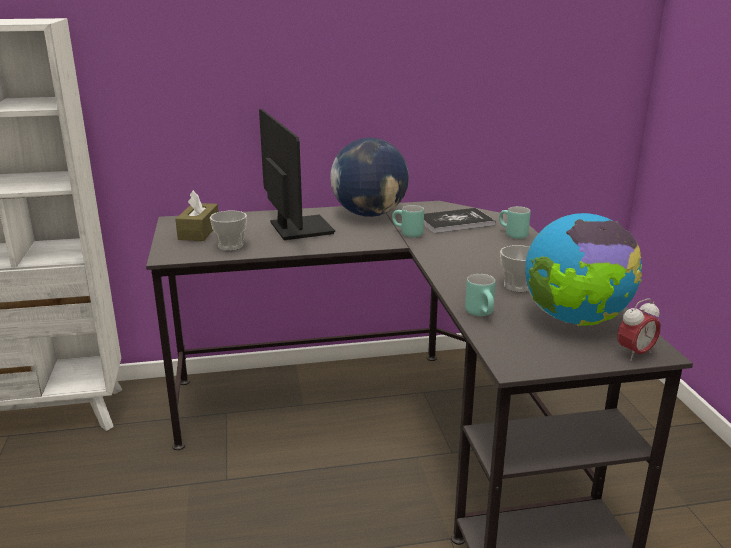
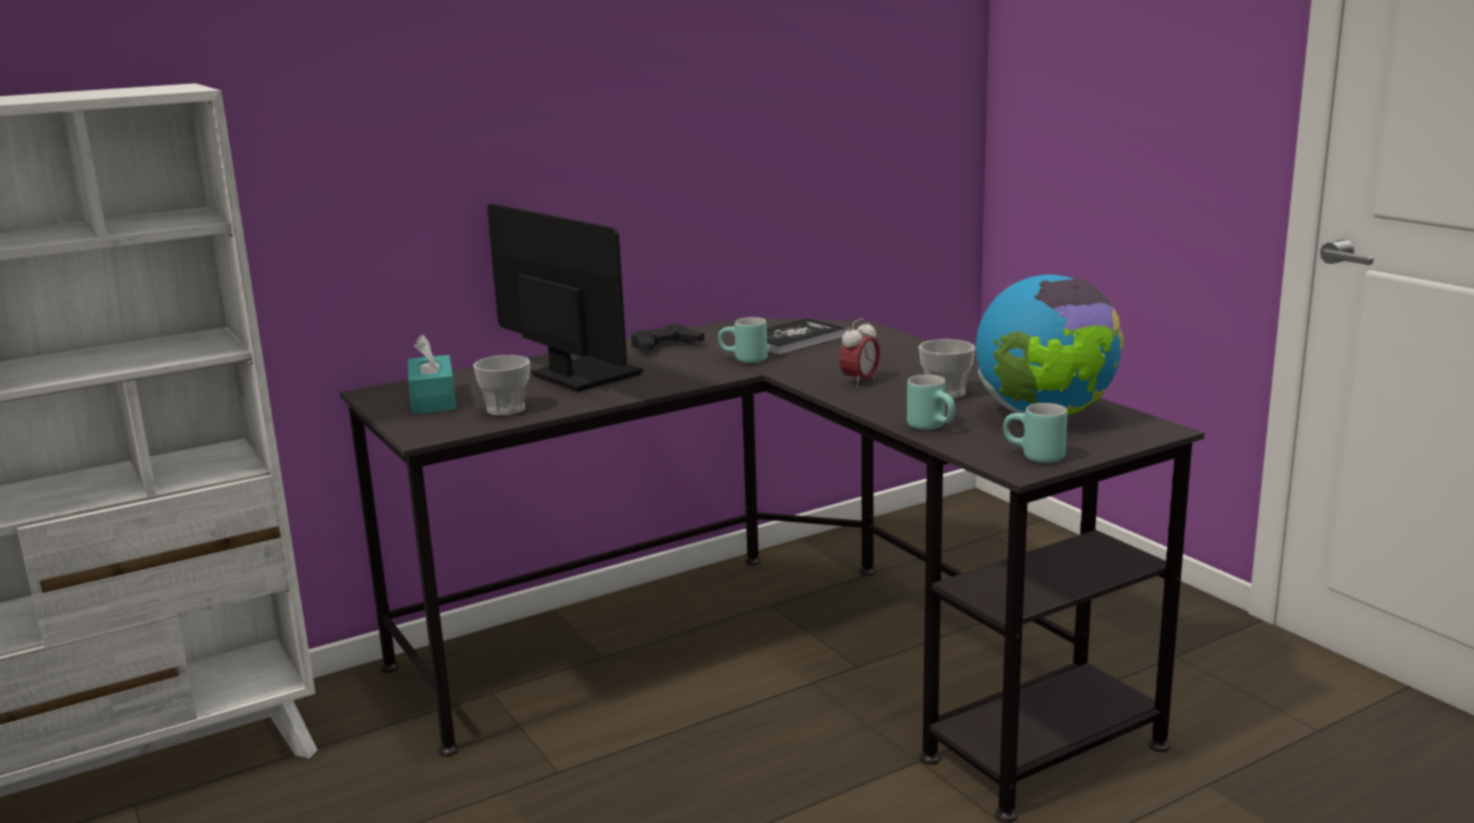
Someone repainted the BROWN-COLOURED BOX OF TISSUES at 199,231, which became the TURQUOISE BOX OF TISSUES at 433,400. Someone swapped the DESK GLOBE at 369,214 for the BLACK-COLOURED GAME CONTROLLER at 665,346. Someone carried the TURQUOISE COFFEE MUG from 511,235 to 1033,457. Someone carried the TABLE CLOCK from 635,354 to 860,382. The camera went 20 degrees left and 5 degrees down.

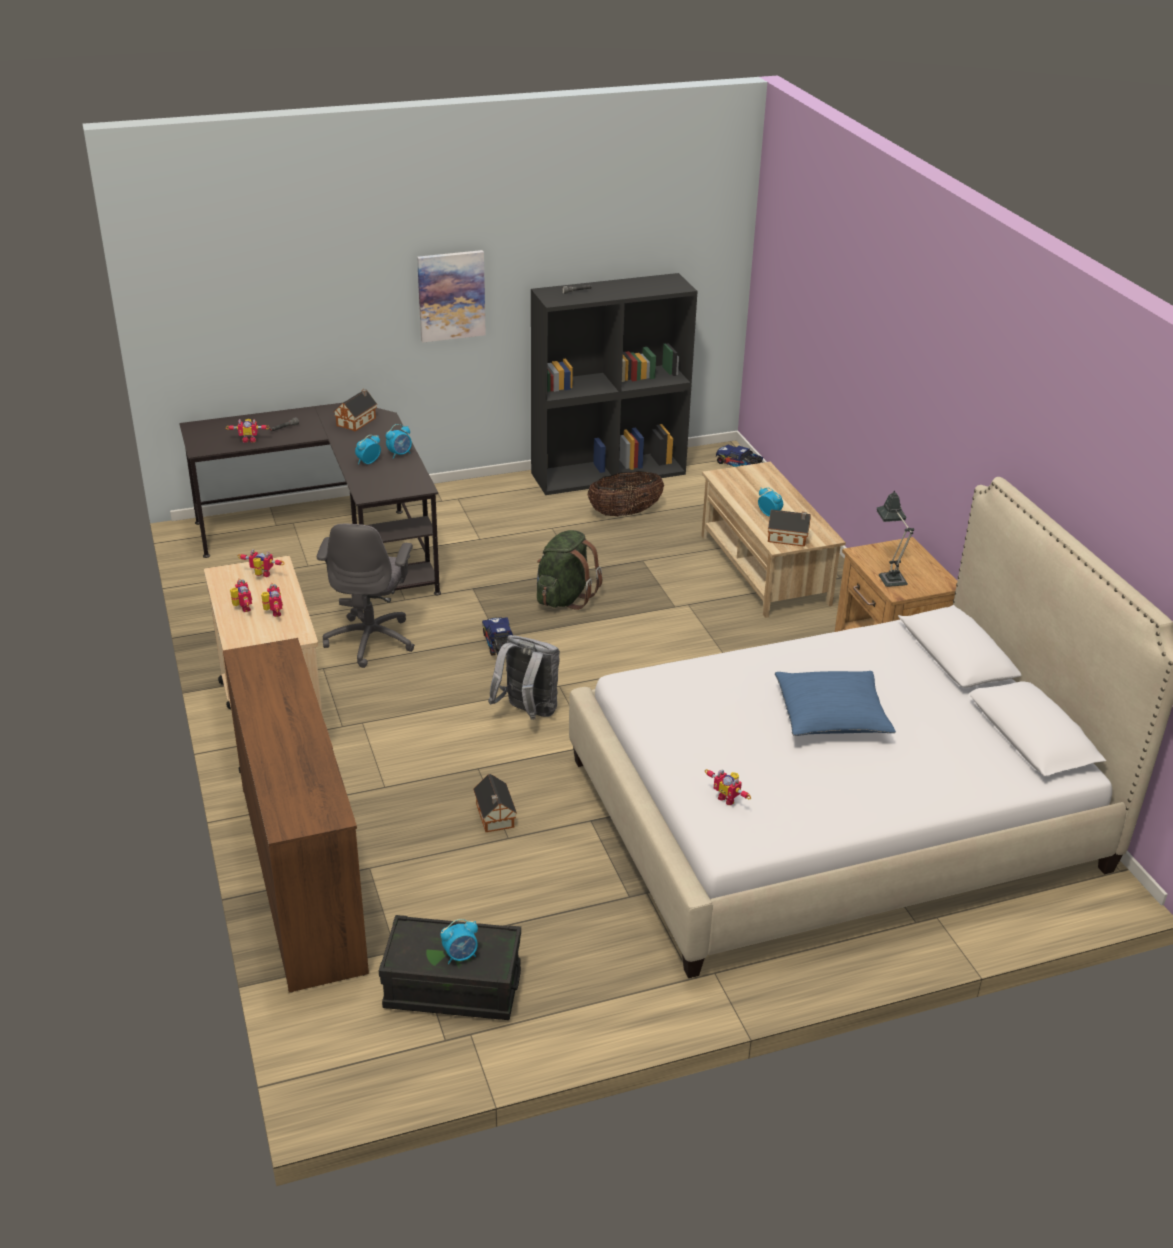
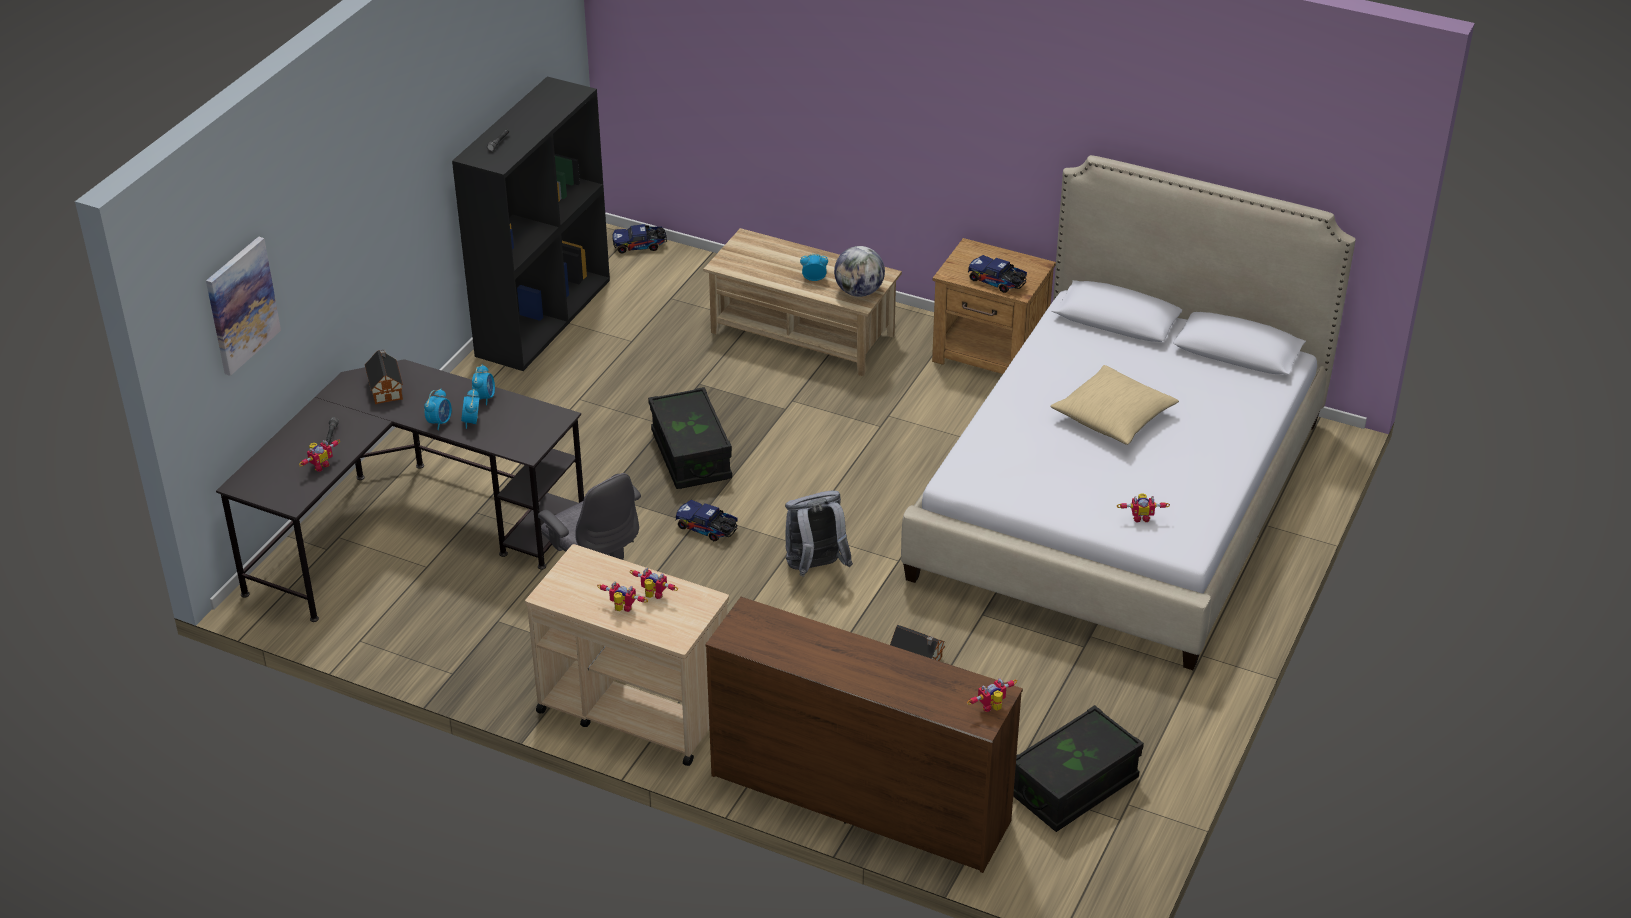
Someone carried the ROBOT FIGURE from 261,576 to 993,709. Someone carried the WALL PICTURE from 451,295 to 241,305. Someone carried the TABLE CLOCK from 461,956 to 440,422. Someone swapped the GREEN-COLOURED KNAPSACK at 564,598 for the BLACK-COLOURED STORAGE BIN at 691,455. Someone took away the HOUSEHOLD BASKET at 625,513. Someone swapped the TOY HOUSE at 789,538 for the DESK GLOBE at 859,292. Someone repainted the BLUE CUSHION at 831,716, which became the SAND-COLOURED CUSHION at 1113,416. Someone swapped the TABLE LAMP at 890,577 for the TOY TRUCK at 997,282. The camera went 45 degrees left and 5 degrees up.

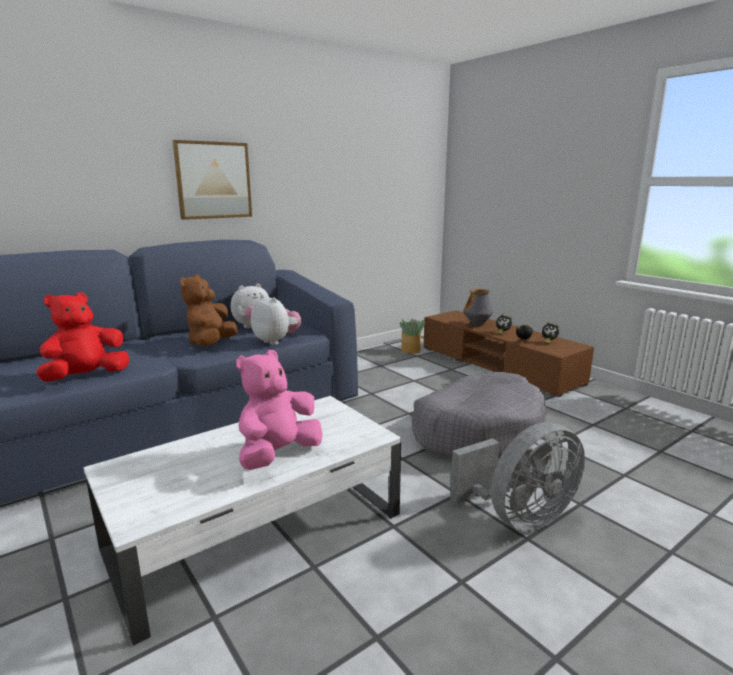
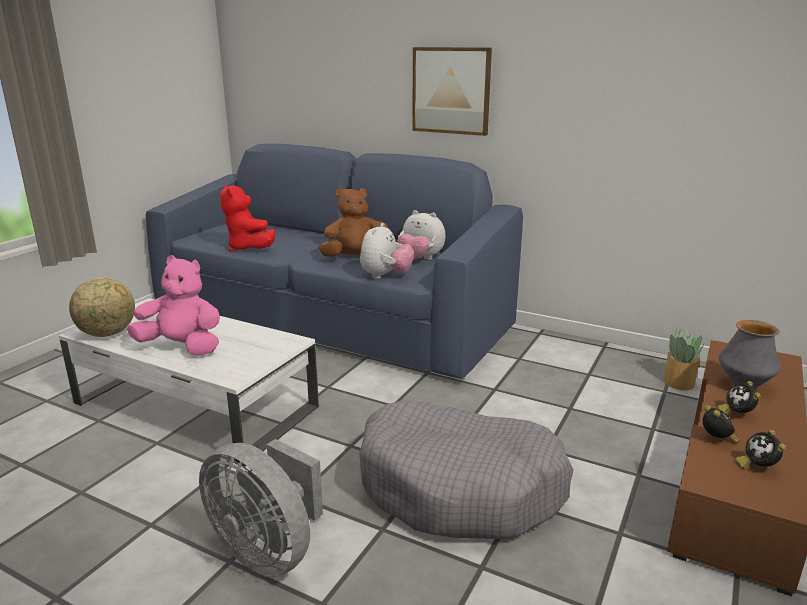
Someone rotated the RED PLUSH TOY at 86,377 by 135 degrees counterclockwise. Someone put down the DESK GLOBE at 108,334. The camera went 65 degrees right and 5 degrees up.

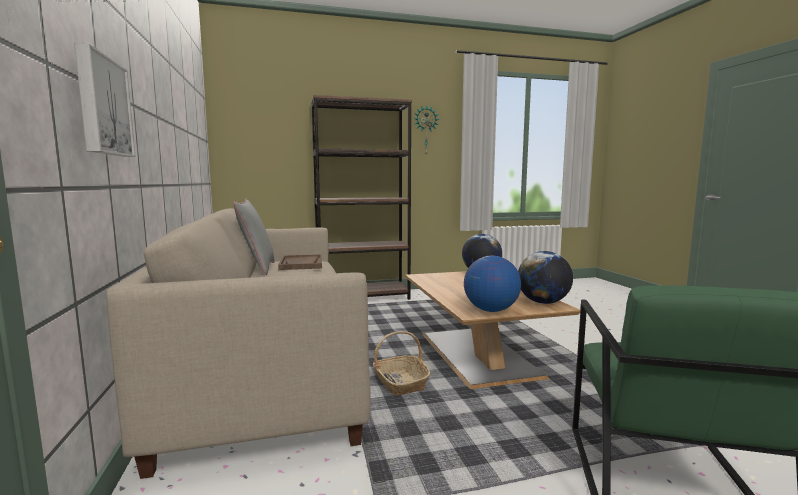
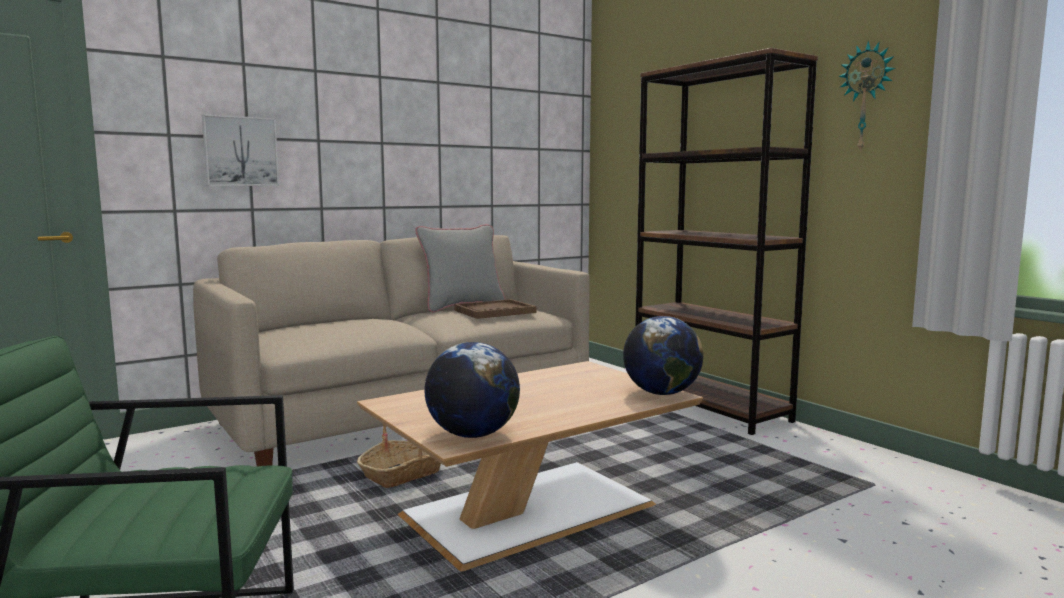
Someone took away the DESK GLOBE at 490,310. The camera went 70 degrees right and 0 degrees up.

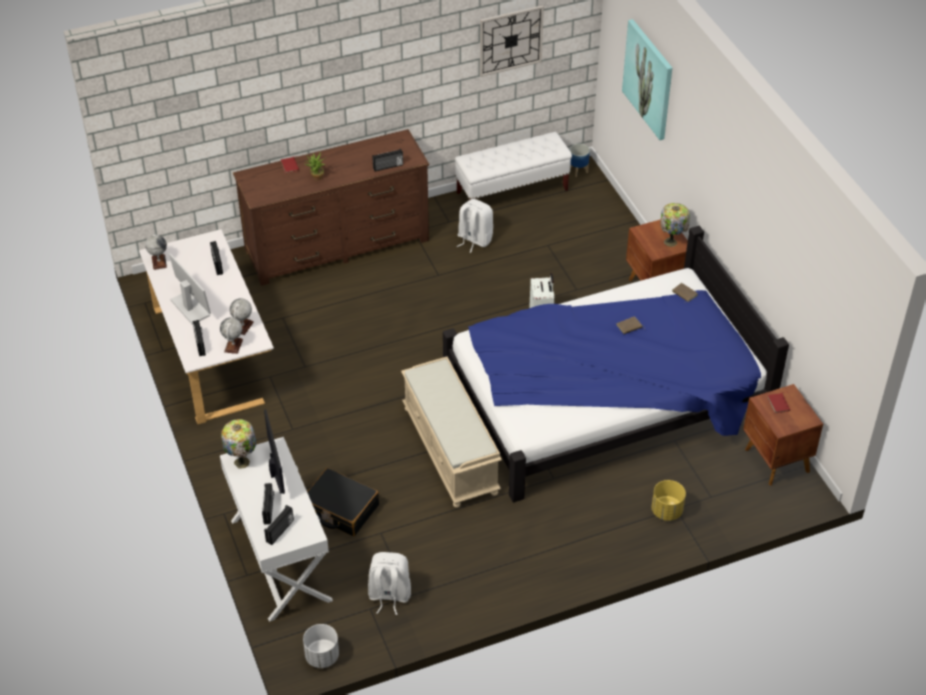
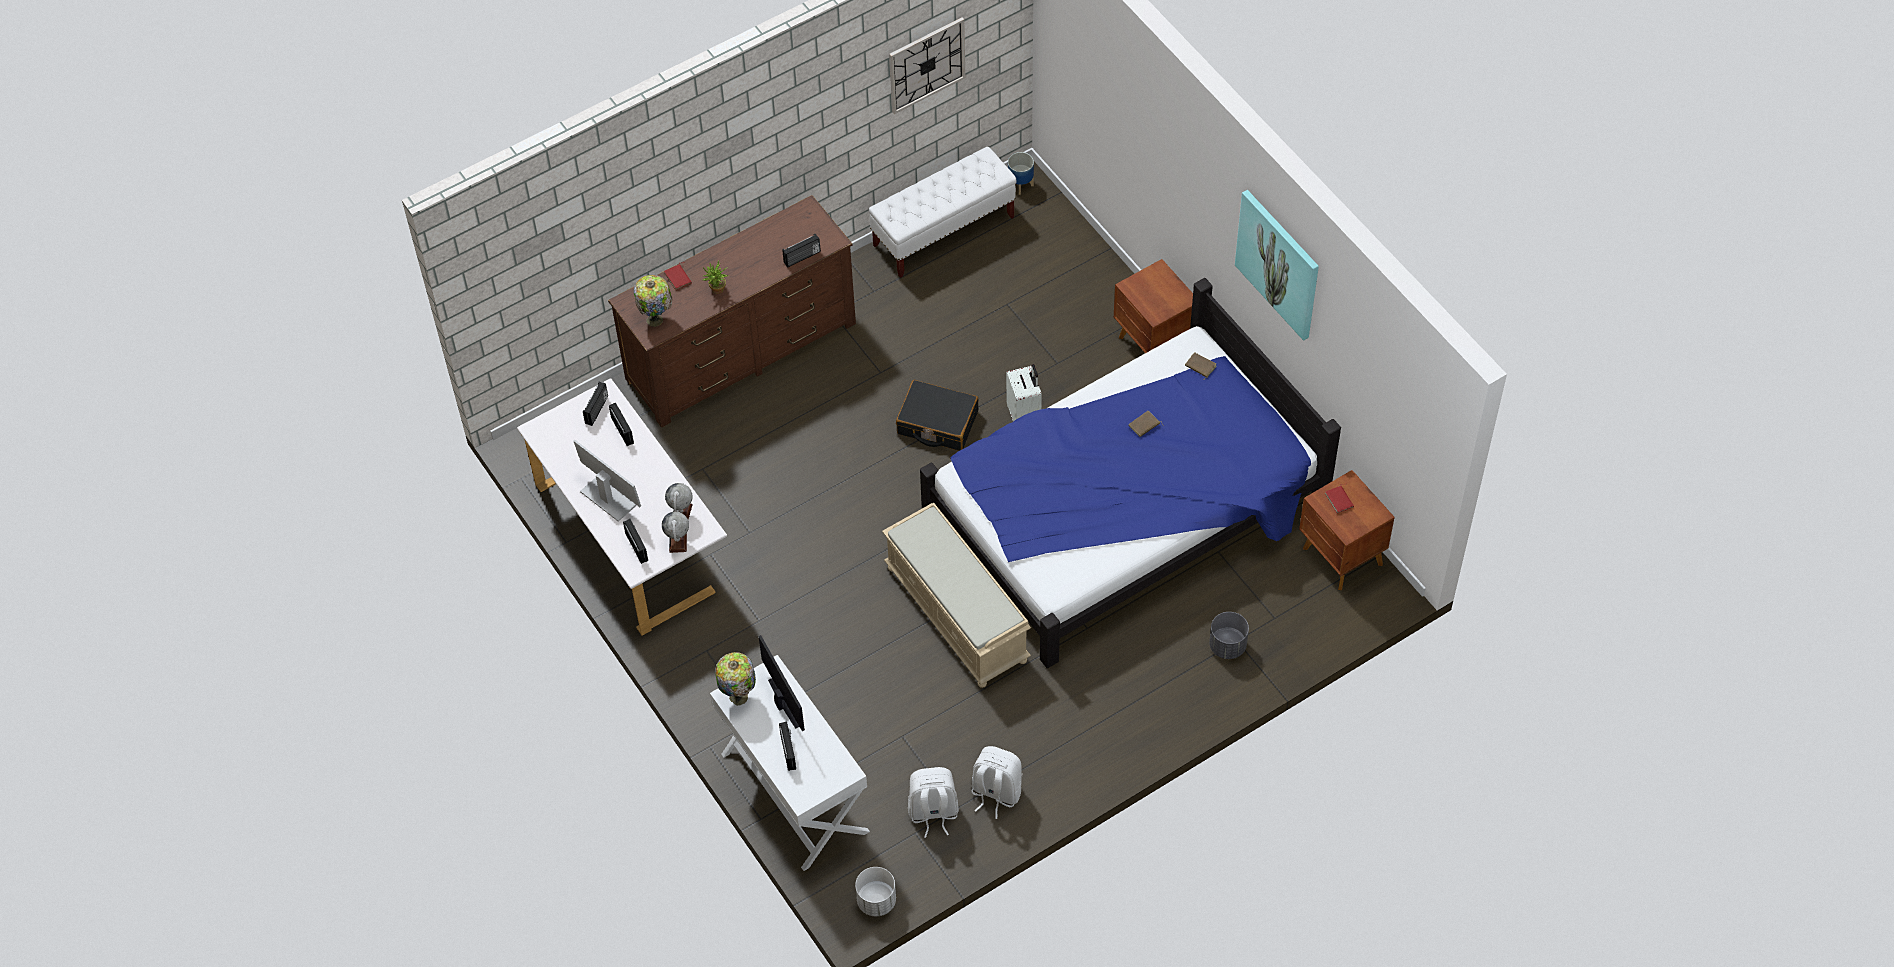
Someone took away the DESK GLOBE at 159,262. Someone carried the RADIO SET from 280,531 to 597,410. Someone carried the BLACK-COLOURED TRAVEL CASE from 340,509 to 937,423. Someone carried the WHITISH KNAPSACK from 474,240 to 995,793. Someone carried the WALL PICTURE from 649,79 to 1279,263. Someone repainted the YELLOWISH FLOWER POT at 666,511, which became the GRAY FLOWER POT at 1227,646. Someone carried the TABLE LAMP from 671,242 to 656,319. The camera went 10 degrees left and 10 degrees up.

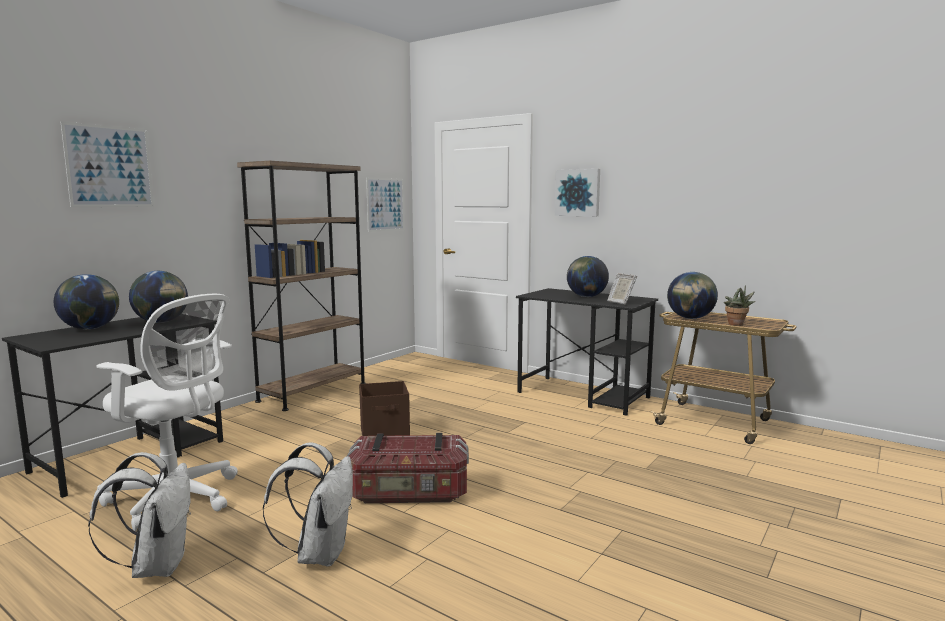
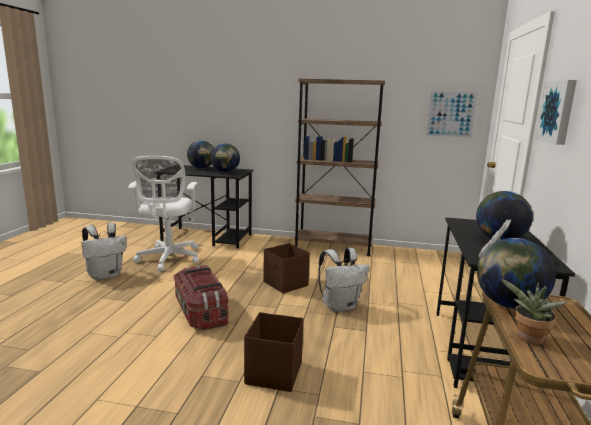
Someone took away the WALL PICTURE at 109,166. Someone carried the WHITISH KNAPSACK from 320,553 to 340,306. Someone put down the BROWN-COLOURED STORAGE BIN at 273,373. The camera went 65 degrees right and 5 degrees up.

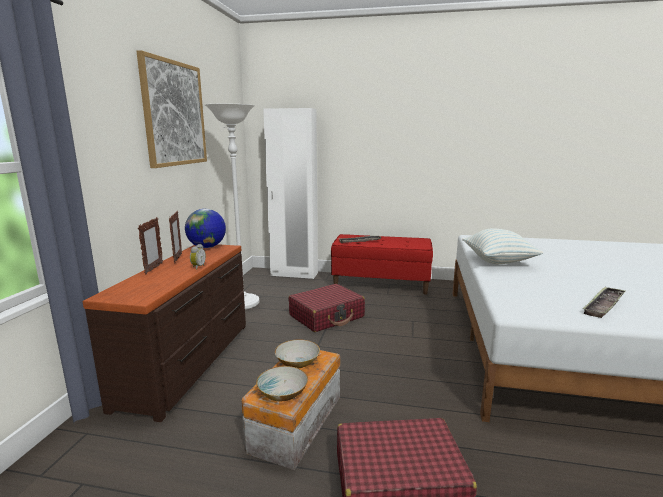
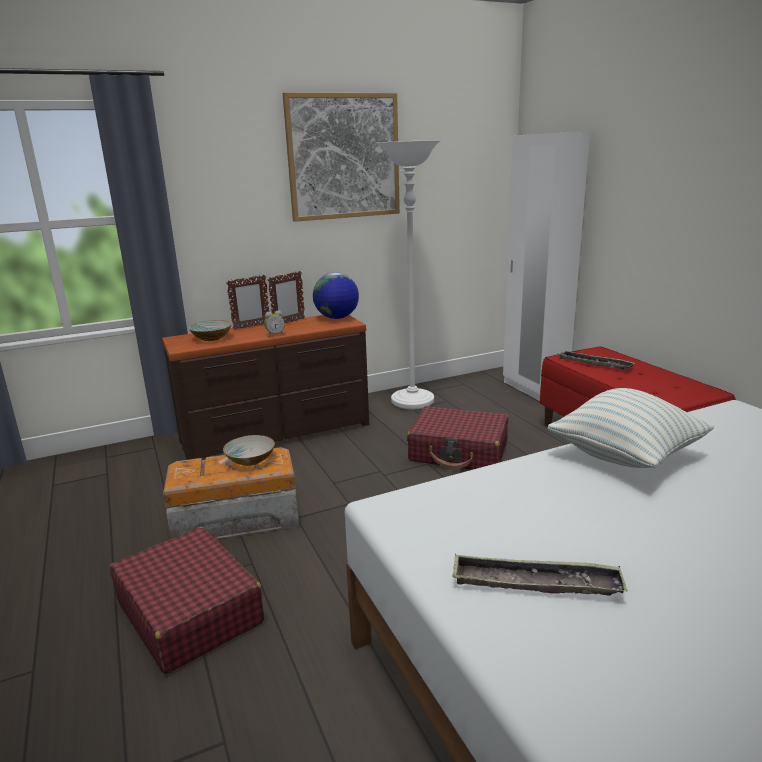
Someone carried the BOWL from 282,393 to 212,338. The camera went 55 degrees right and 5 degrees up.

